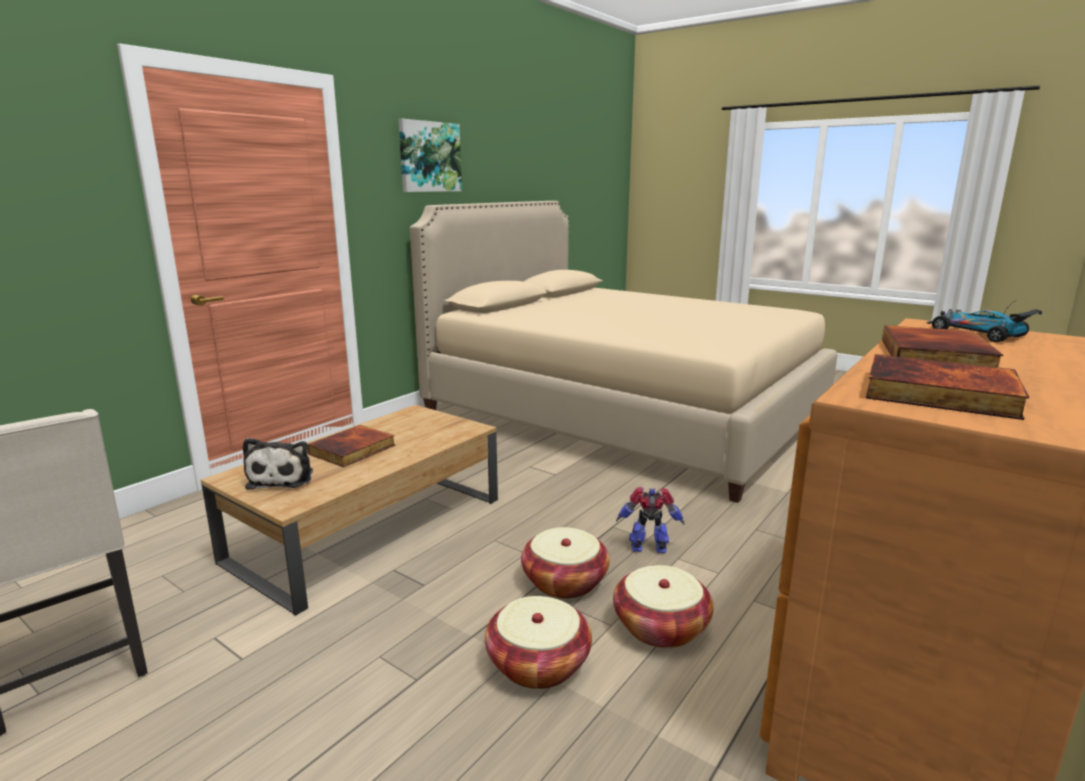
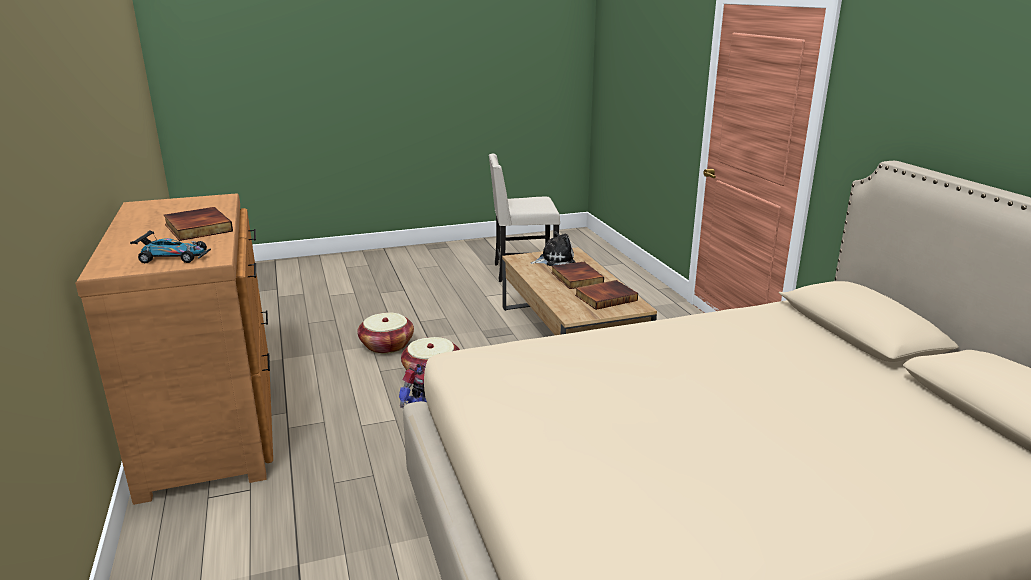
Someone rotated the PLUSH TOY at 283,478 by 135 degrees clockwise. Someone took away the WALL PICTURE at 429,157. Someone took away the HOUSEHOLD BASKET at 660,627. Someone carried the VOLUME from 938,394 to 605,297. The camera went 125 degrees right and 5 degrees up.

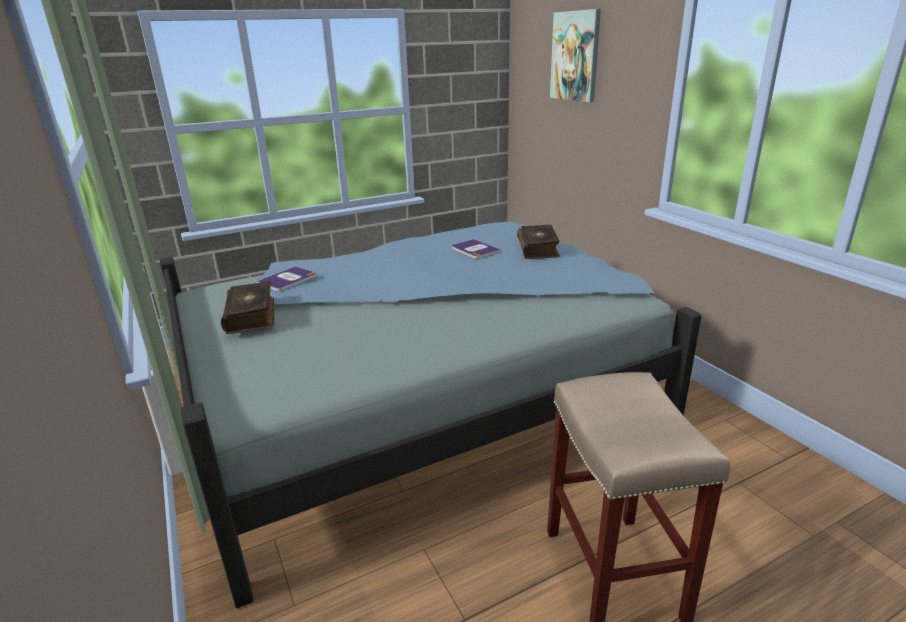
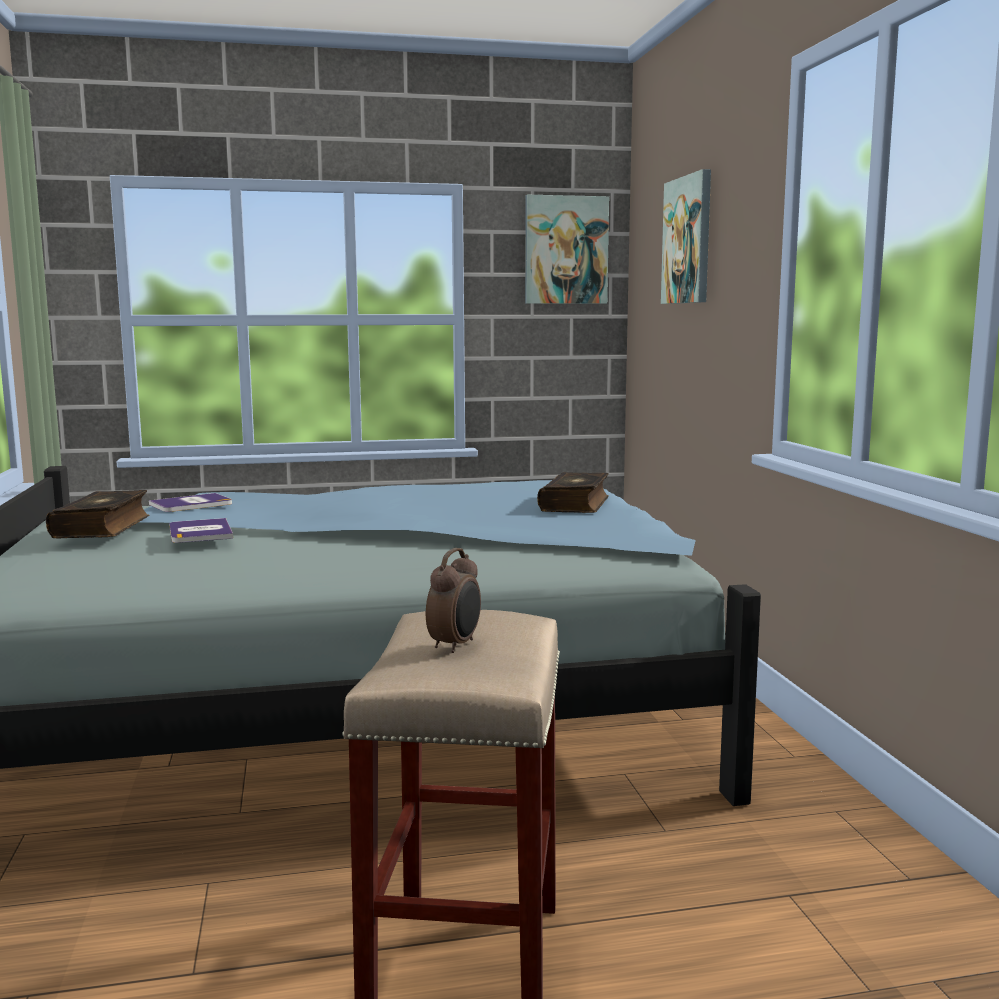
Someone carried the VOLUME from 474,250 to 200,532. Someone put down the TABLE CLOCK at 456,645. Someone put up the WALL PICTURE at 565,250. The camera went 15 degrees right and 15 degrees down.

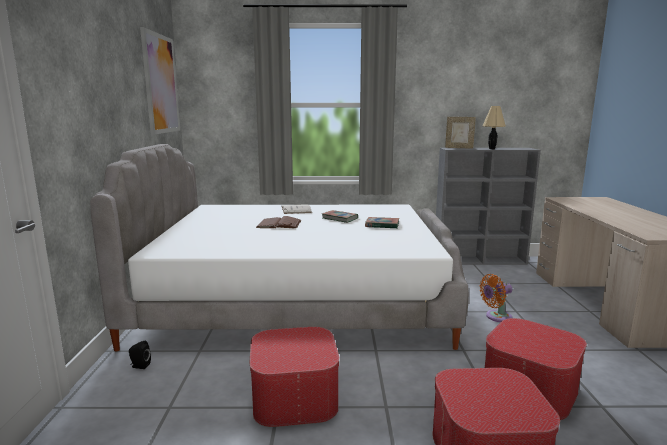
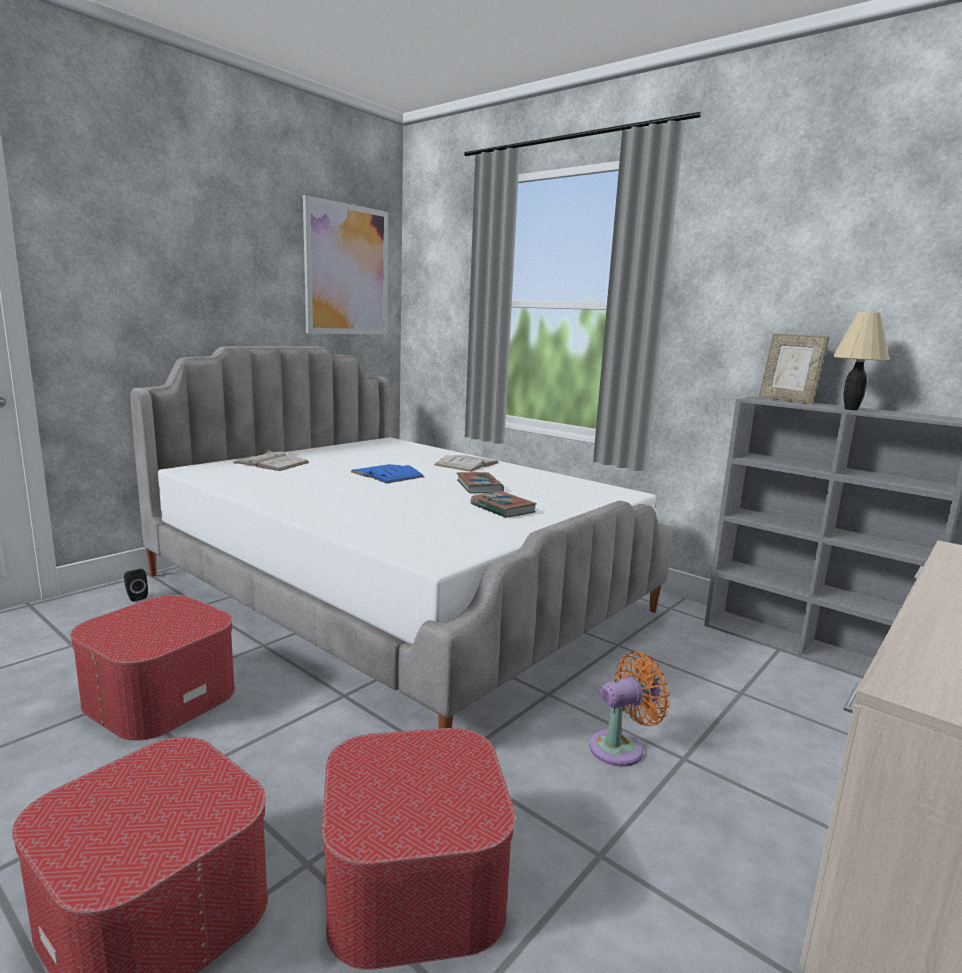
Someone repainted the BROWN-COLOURED VOLUME at 279,224, which became the BLUE VOLUME at 387,474. Someone rotated the ORANGE-COLOURED ELECTRIC FAN at 496,317 by 135 degrees clockwise. Someone put down the WHITISH VOLUME at 271,463. The camera went 40 degrees right and 0 degrees up.

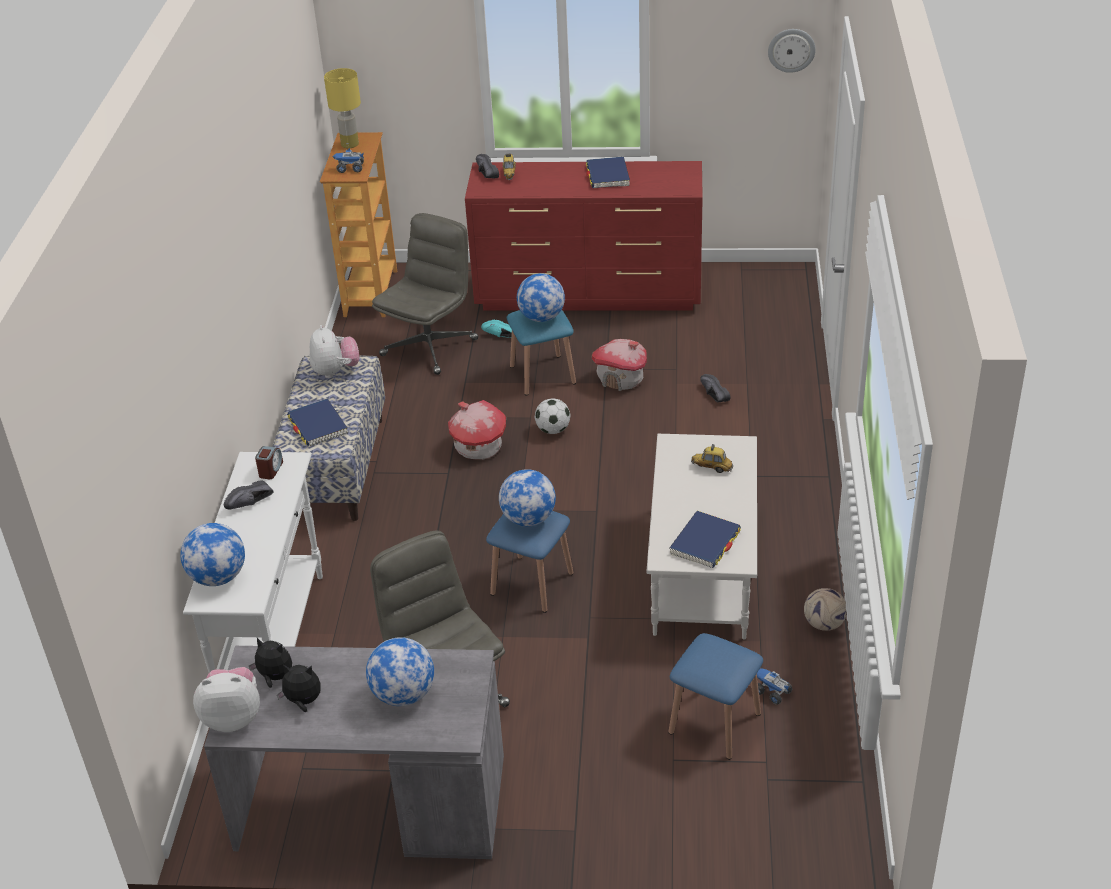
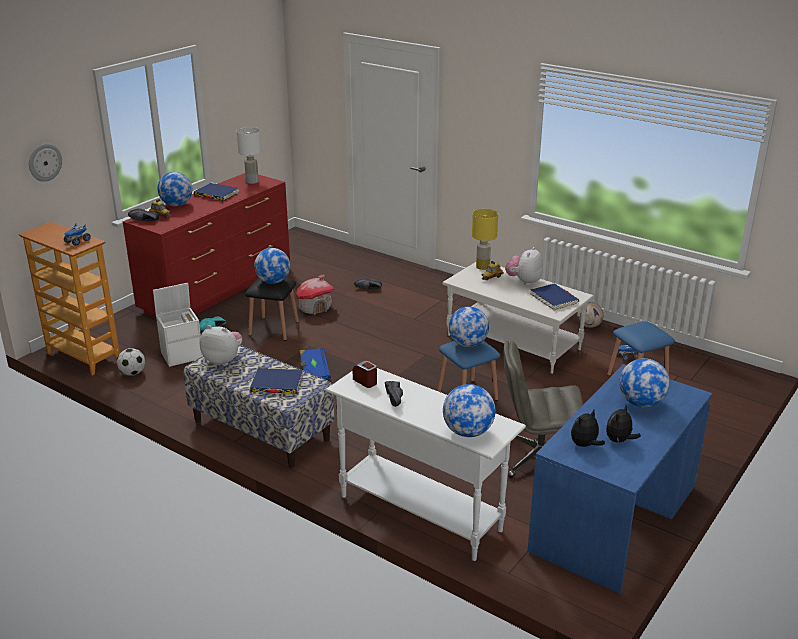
Someone carried the PLUSH TOY from 233,717 to 524,281. Someone repainted the GRAY DESK TABLE at 369,804, which became the BLUE DESK TABLE at 615,519. Someone carried the YELLOWISH TABLE LAMP from 350,144 to 483,267. Someone swapped the GRAY OFFICE CHAIR at 429,346 for the WHITISH STORAGE BIN at 182,355. Someone swapped the TOY HOUSE at 478,447 for the BLUE VOLUME at 314,372. Someone repainted the BLUE STOOL SEAT at 542,375, which became the BLACK-COLOURED STOOL SEAT at 274,328. Someone carried the BALL FOR FOOTBALL from 553,430 to 132,373. Someone carried the HANGING CLOCK from 791,50 to 44,162. Someone put down the DESK GLOBE at 177,205. Someone put down the WHITISH TABLE LAMP at 252,181. The camera went 60 degrees left and 10 degrees down.

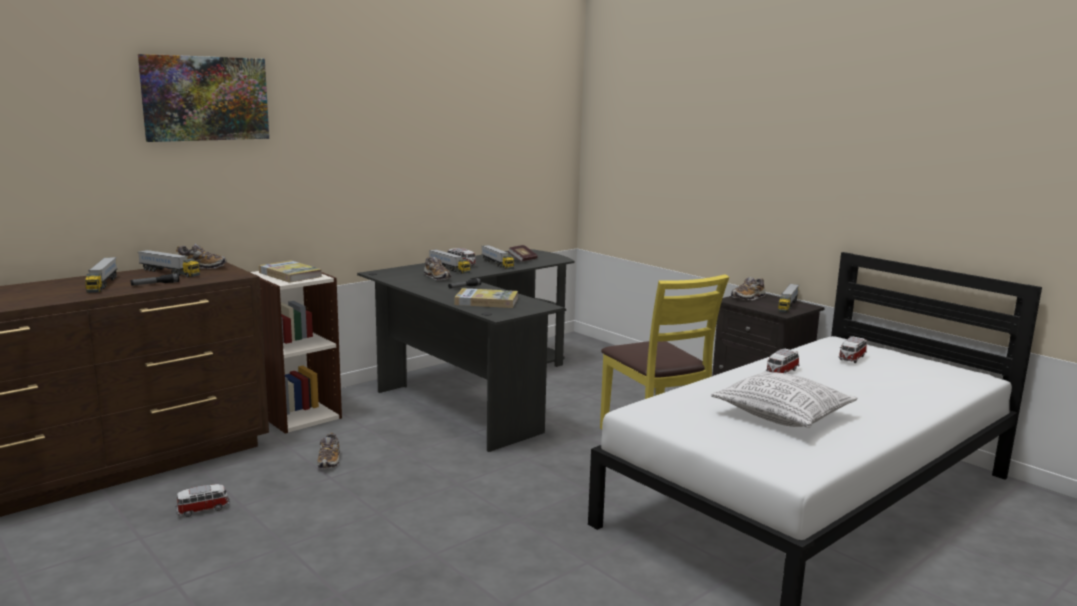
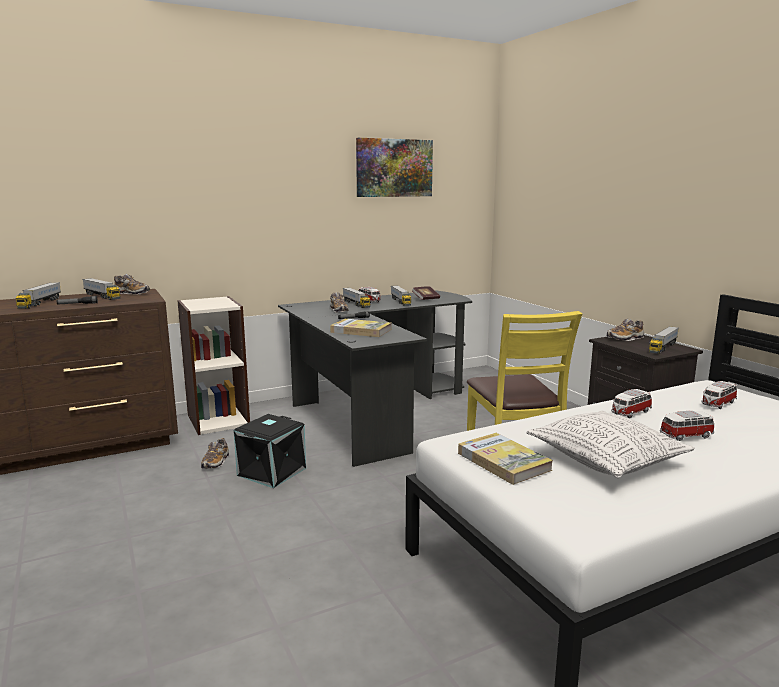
Someone carried the WALL PICTURE from 205,98 to 394,168. Someone carried the MODEL CAR from 203,509 to 687,436. Someone carried the VOLUME from 290,274 to 503,461. Someone put down the BLACK-COLOURED STORAGE BIN at 272,472. The camera went 15 degrees right and 0 degrees up.

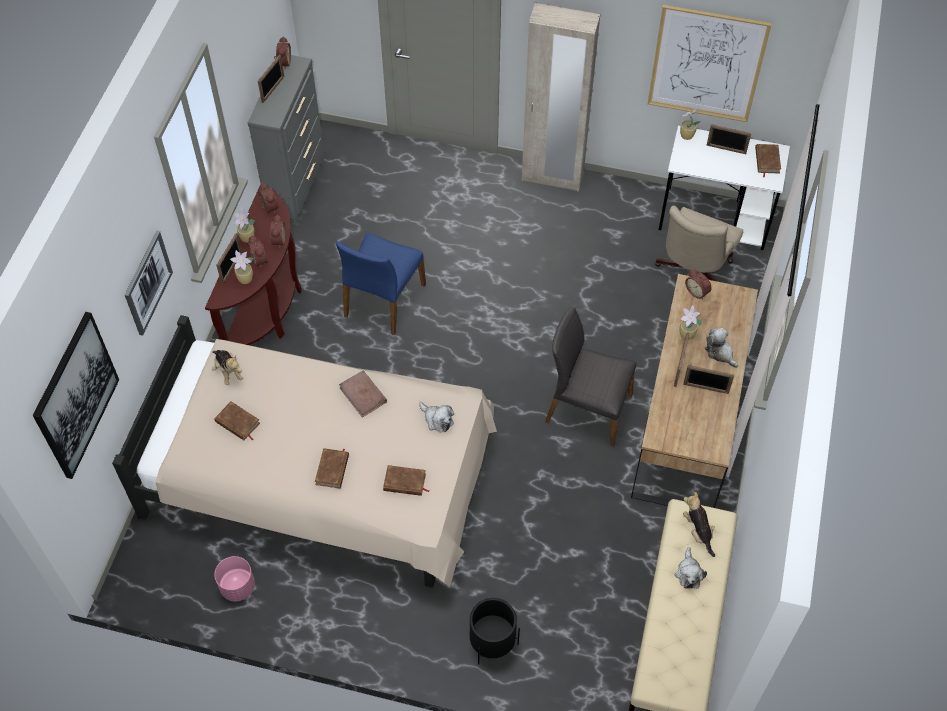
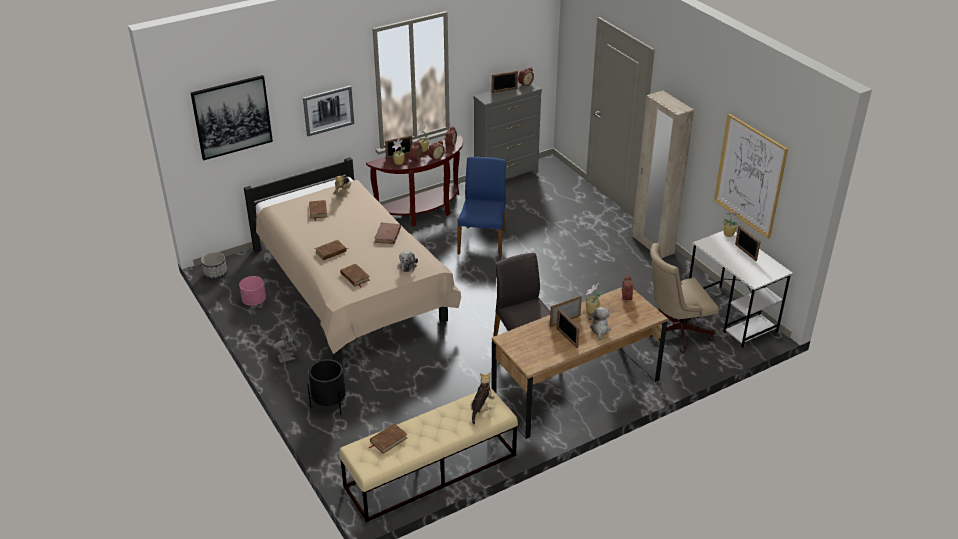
Someone rotated the BLUE UPRIGHT CHAIR at 383,300 by 120 degrees clockwise. Someone took away the PLUSH TOY at 688,573. Someone carried the BROWN-COLOURED VOLUME from 767,161 to 388,440. Someone put down the FLOWER POT at 215,274. Someone put down the GRAY ELECTRIC FAN at 289,357. The camera went 45 degrees right and 20 degrees down.

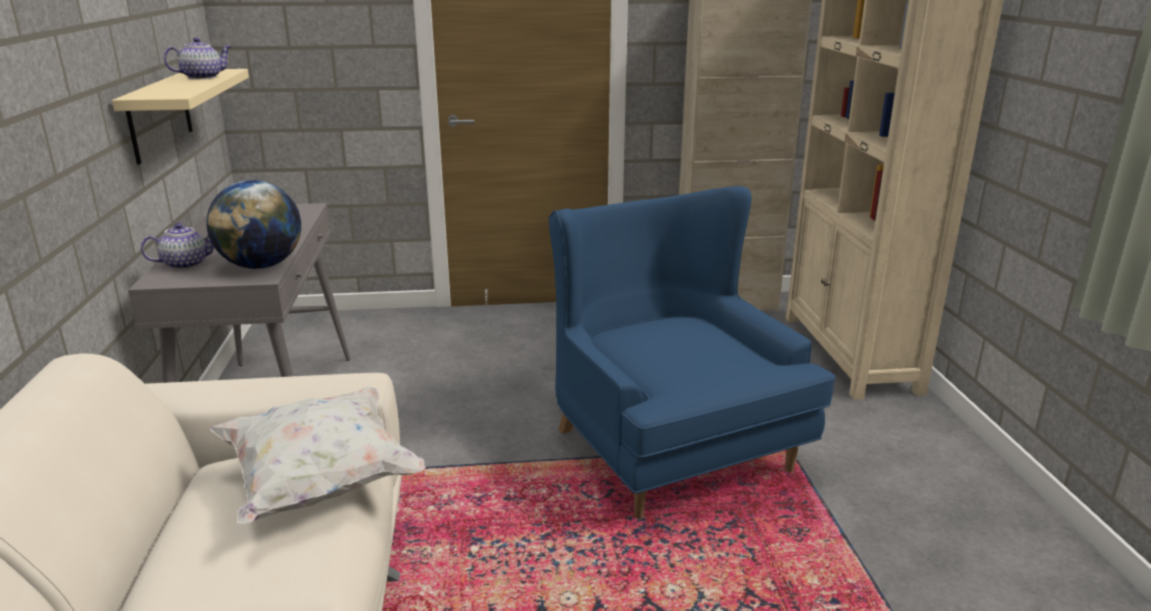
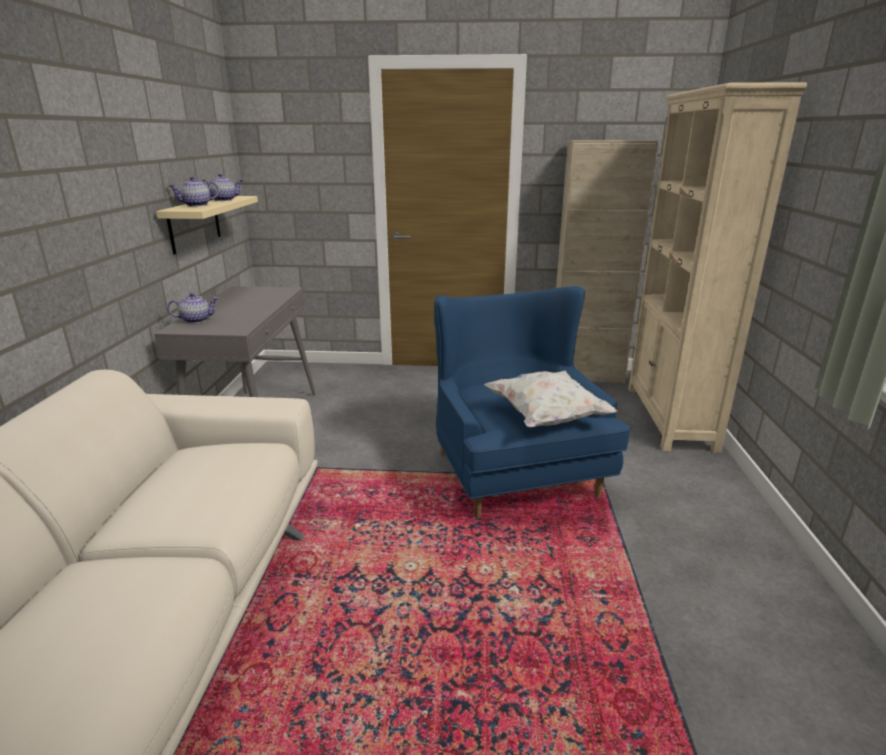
Someone took away the DESK GLOBE at 262,266. Someone carried the WHITISH CUSHION from 321,482 to 547,418. Someone put down the TEAPOT at 196,205. The camera went 10 degrees right and 0 degrees up.

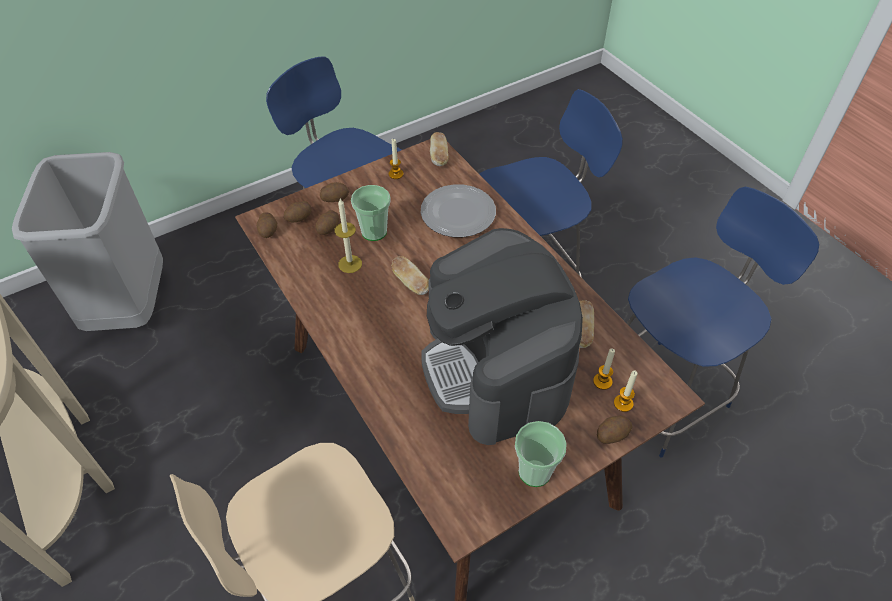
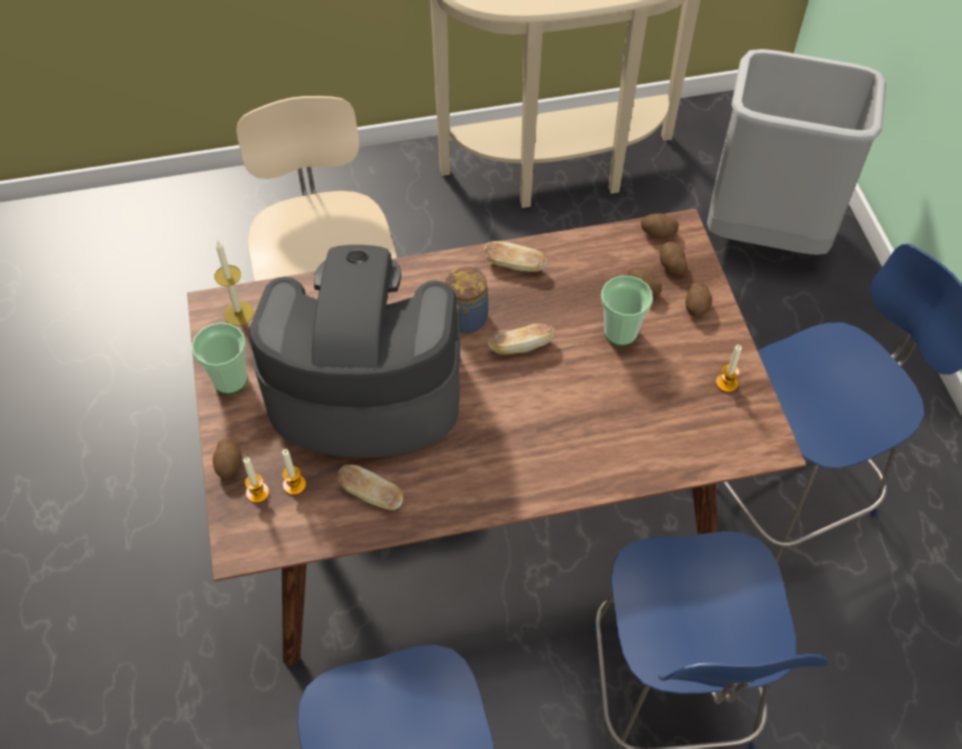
Someone carried the WAX CANDLE from 350,264 to 238,313. Someone took away the PLATE at 457,214. Someone carried the BREAD from 439,156 to 514,265. Someone put down the STORAGE JAR at 467,316. The camera went 110 degrees right and 5 degrees up.

